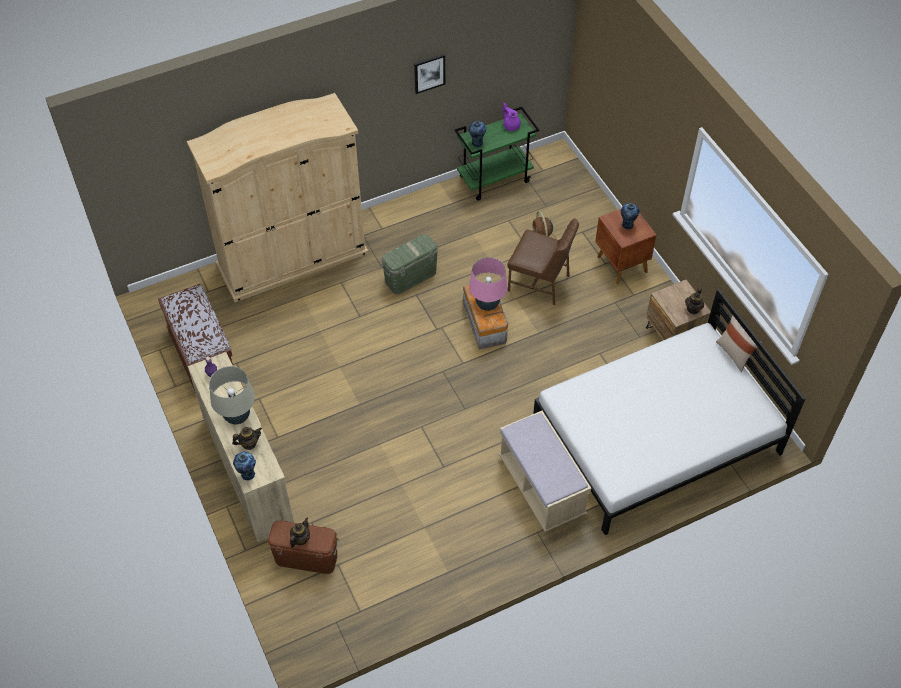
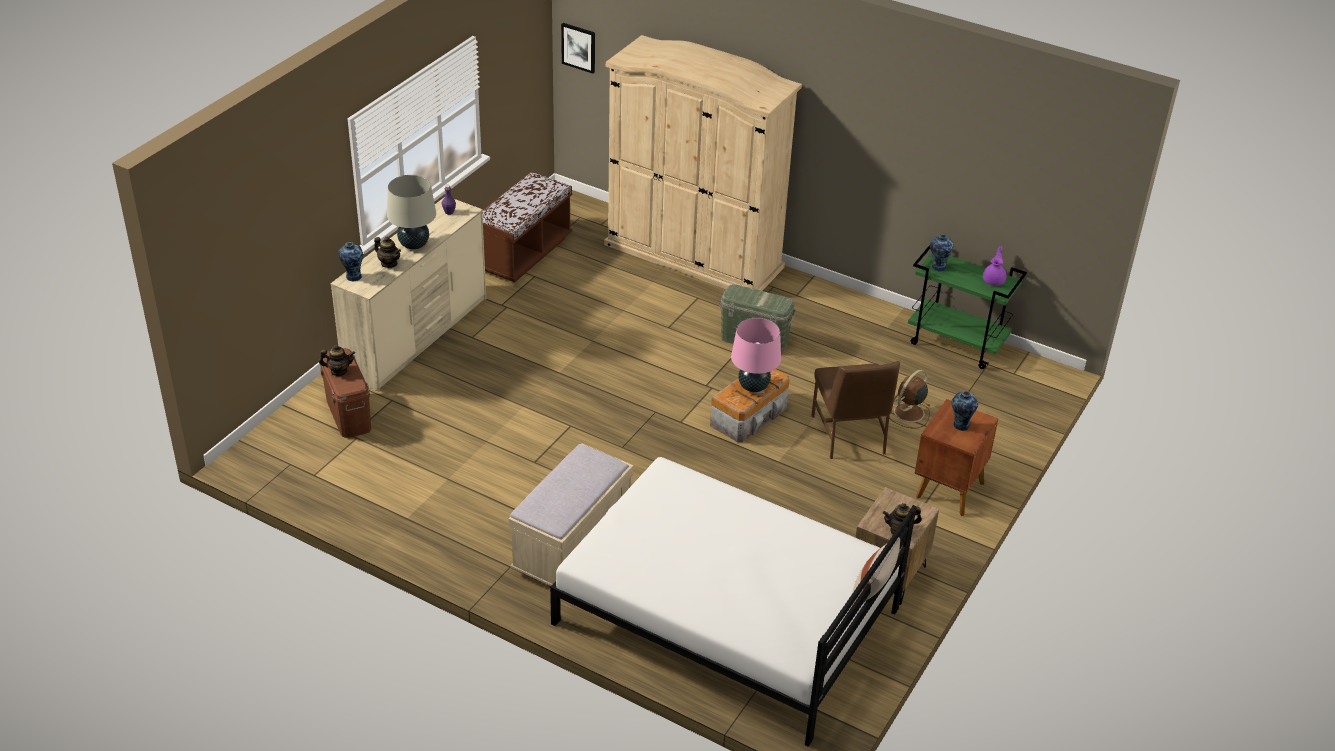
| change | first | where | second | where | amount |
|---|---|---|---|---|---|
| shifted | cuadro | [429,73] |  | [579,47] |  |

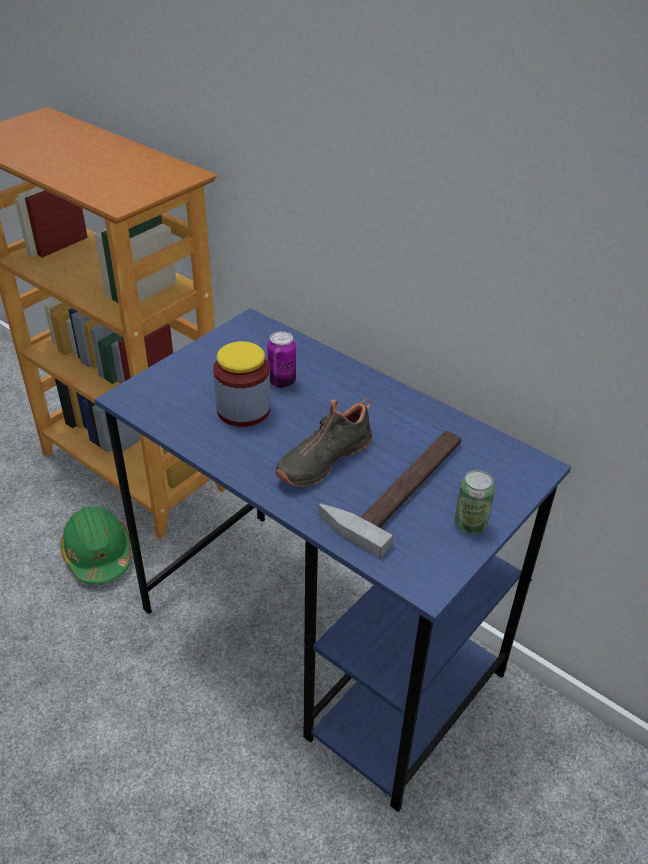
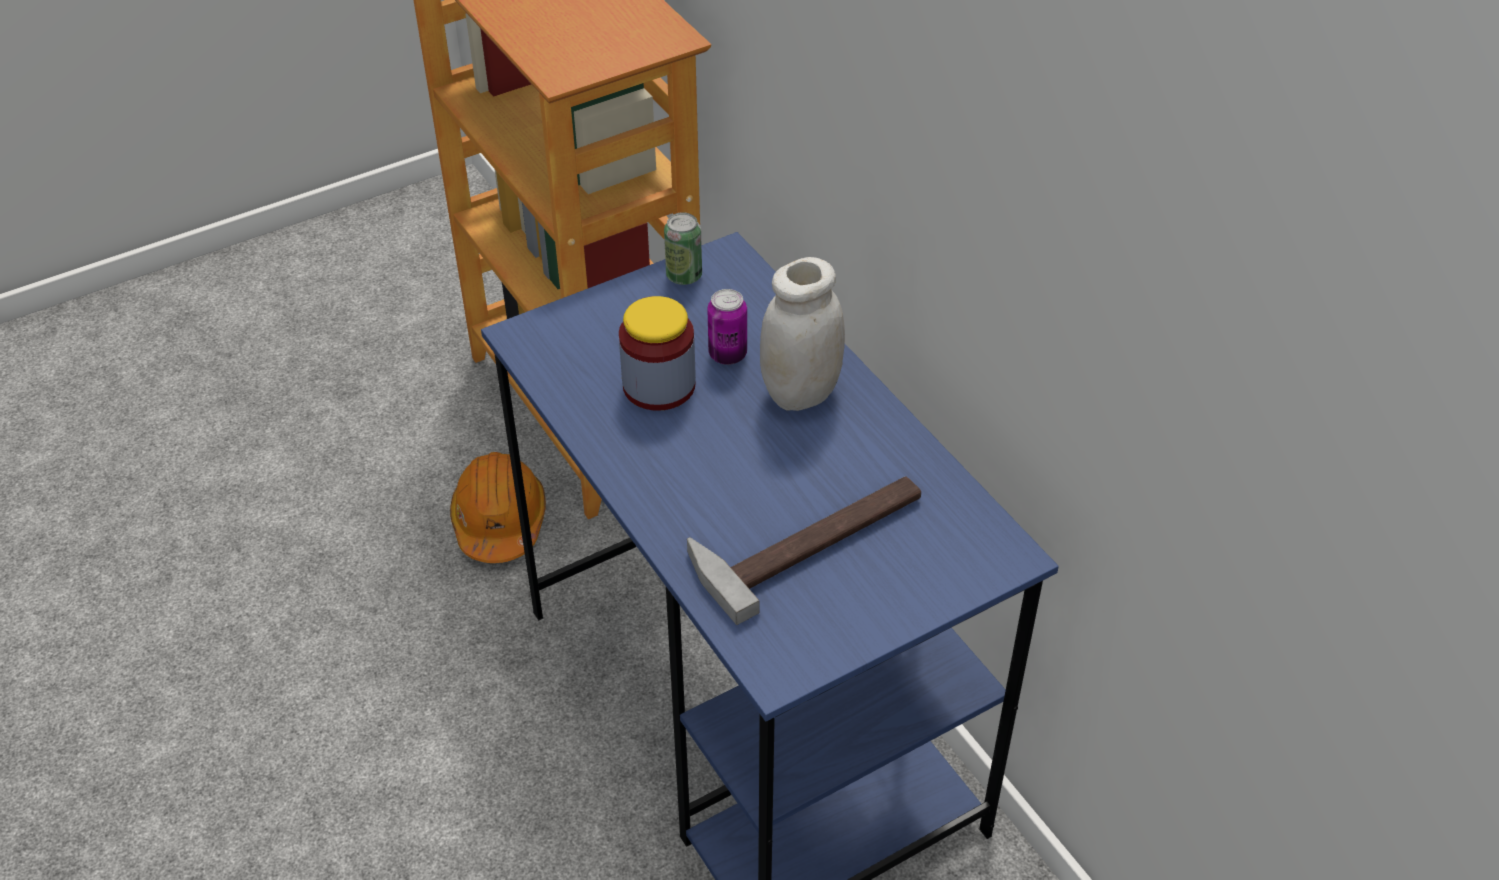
| change | first | where | second | where | amount |
|---|---|---|---|---|---|
| repainted | casco [verde] | [98,554] | casco [naranja] | [499,521] |  |
| gone | zapato [negro] | [322,458] |  |  |  |
| shifted | lata | [470,524] |  | [684,276] |  |
| new |  |  | tarro [blanco] | [801,393] |  |

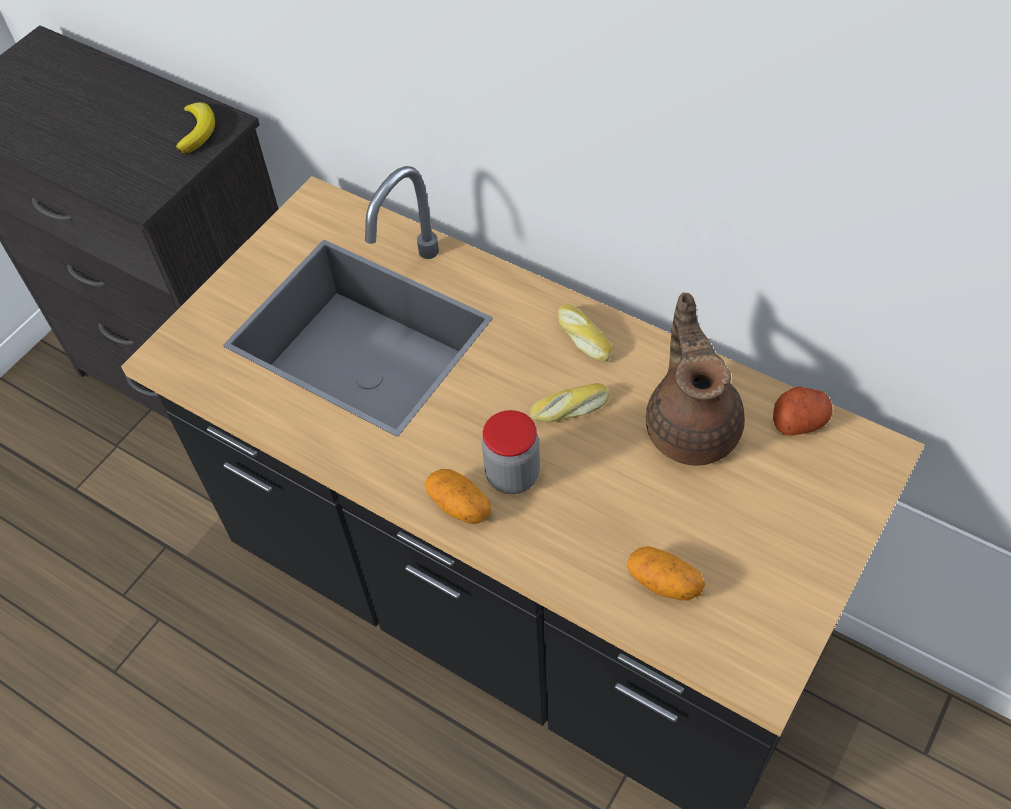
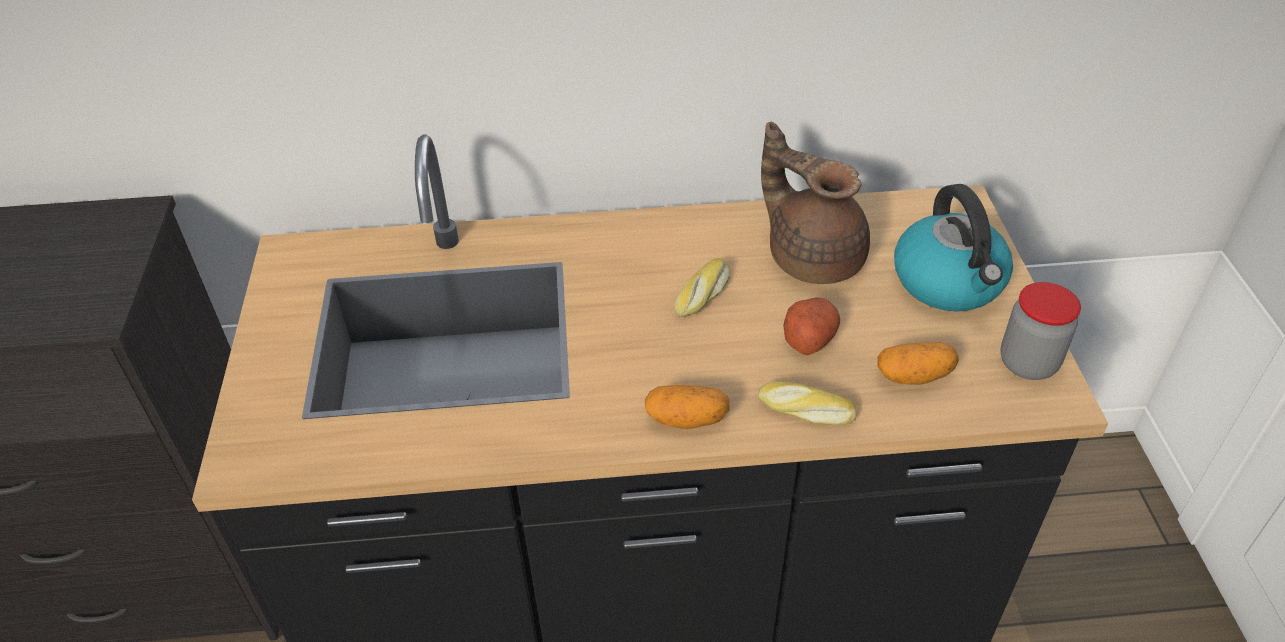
| change | first | where | second | where | amount |
|---|---|---|---|---|---|
| gone | plátano | [197,130] |  |  |  |
| shifted | tarro | [512,475] |  | [1028,363] |  |
| shifted | pan | [582,338] |  | [805,412] |  |
| shifted | patata | [799,420] |  | [809,337] |  |
| new |  |  | hervidor | [949,282] |  |

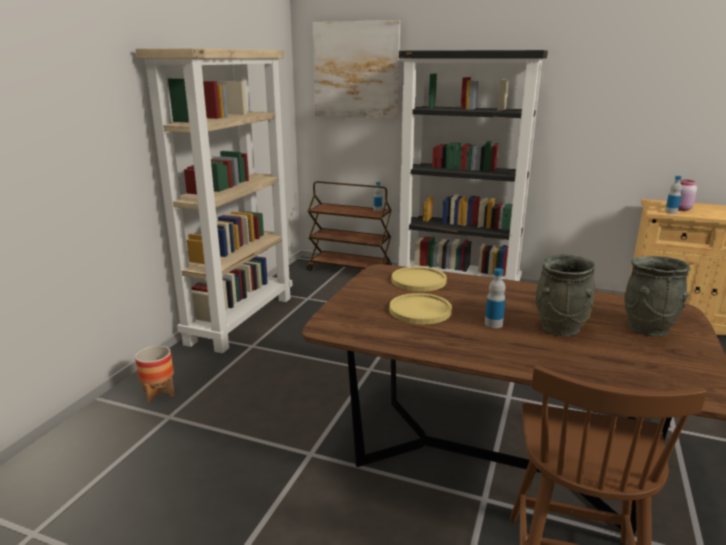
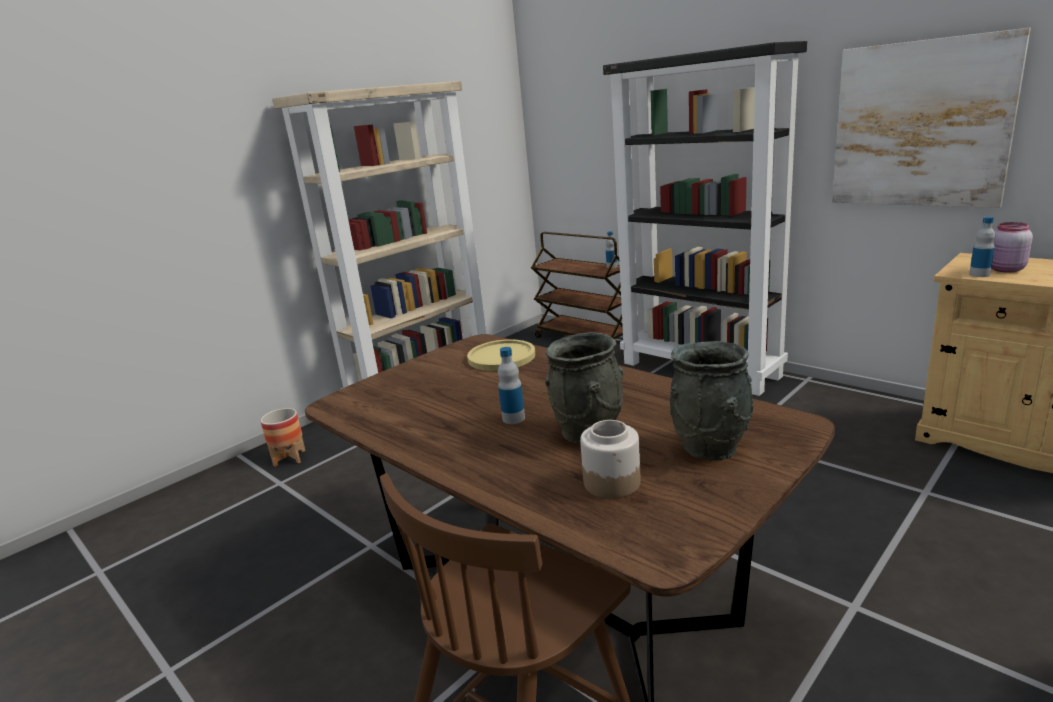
| change | first | where | second | where | amount |
|---|---|---|---|---|---|
| shifted | cuadro | [356,70] |  | [920,125] |  |
| gone | plato [amarillo] | [420,310] |  |  |  |
| new |  |  | tarro | [612,482] |  |

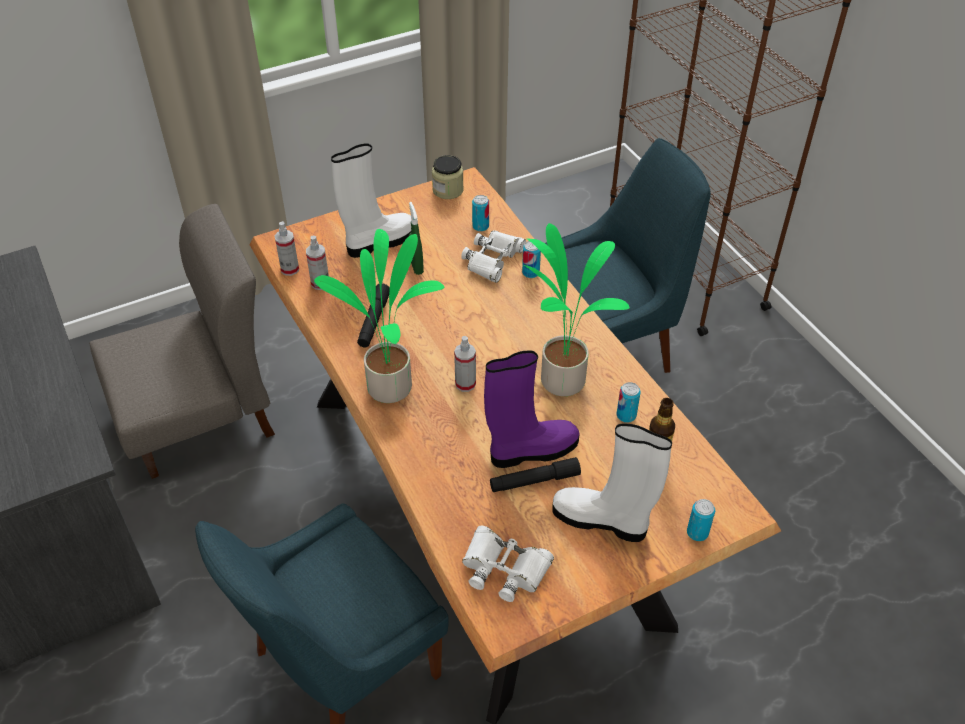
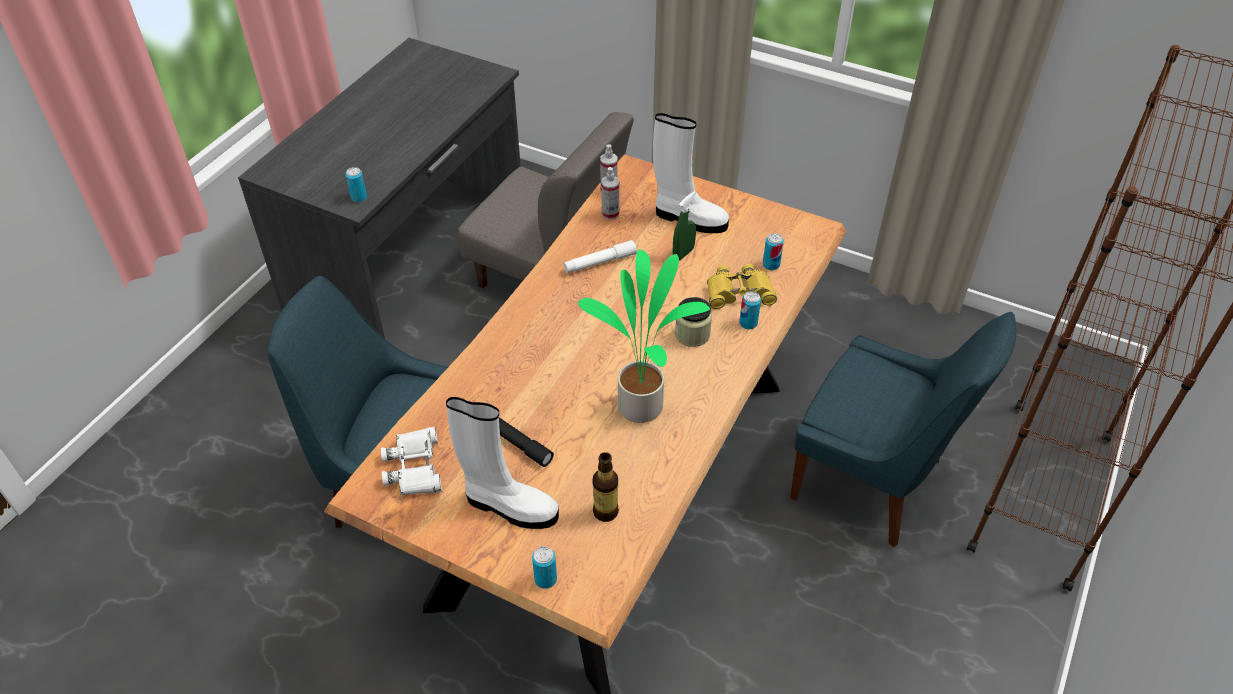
| change | first | where | second | where | amount |
|---|---|---|---|---|---|
| gone | planta en maceta | [392,386] |  |  |  |
| repainted | linterna [negro] | [374,321] | linterna [blanco] | [600,262] |  |
| shifted | tarro | [448,190] |  | [692,334] |  |
| gone | pulverizador | [465,384] |  |  |  |
| repainted | prismáticos [blanco] | [493,259] | prismáticos [amarillo] | [739,292] |  |
| gone | bota [morado] | [531,450] |  |  |  |
| rotated | bota [blanco] | [602,520] |  | [509,506] | 120 degrees clockwise |
| shifted | lata | [626,415] |  | [359,197] |  |

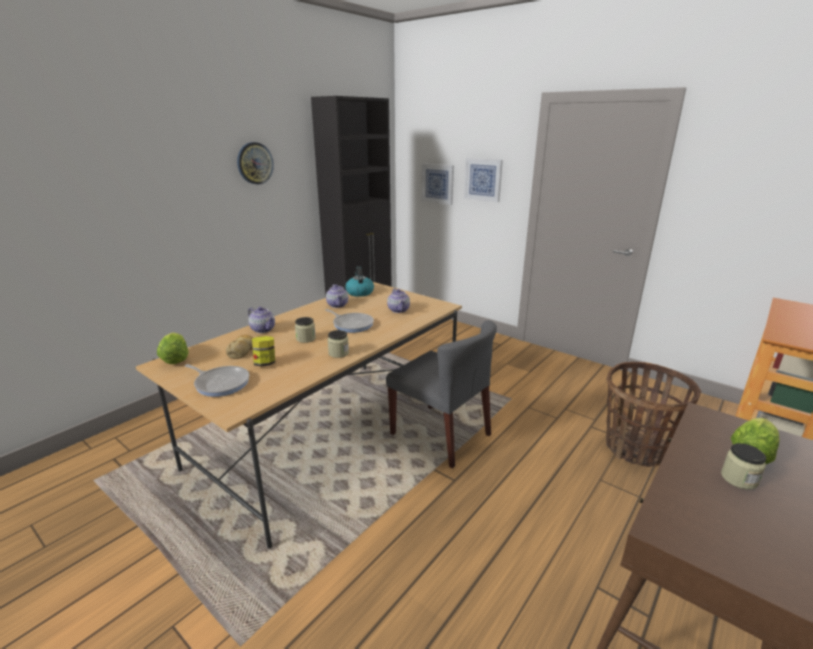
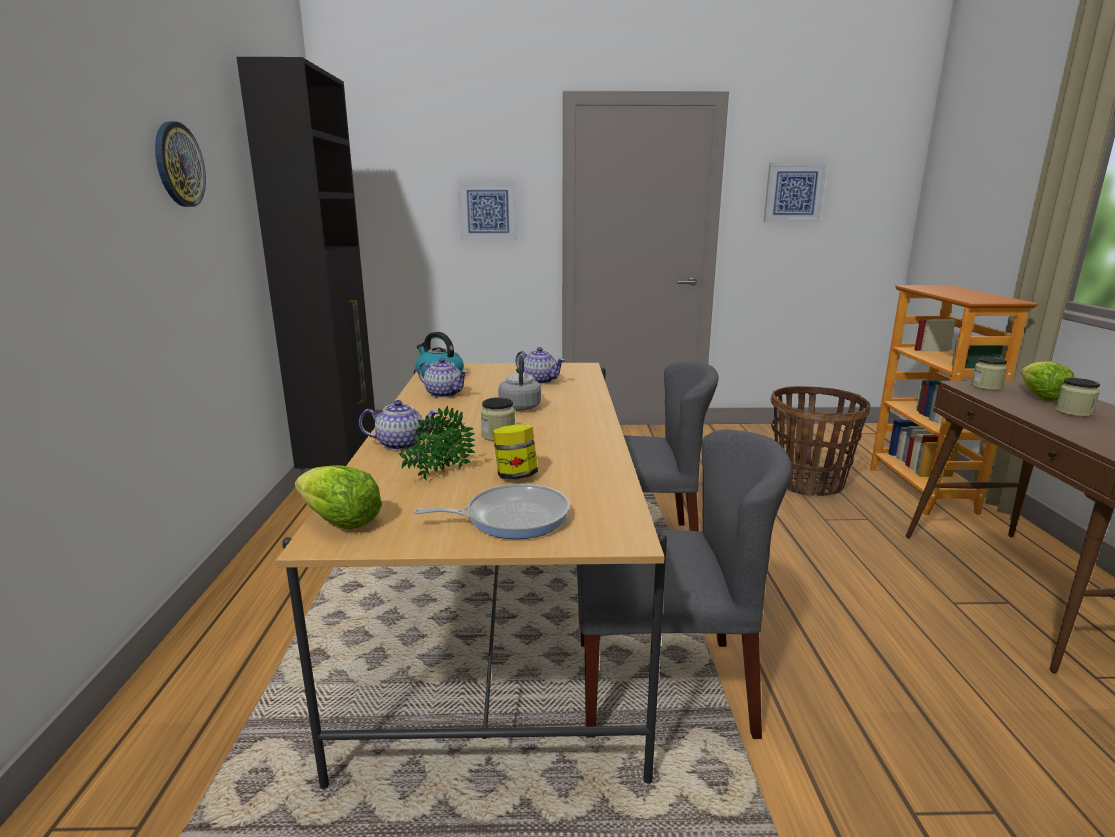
| change | first | where | second | where | amount |
|---|---|---|---|---|---|
| swapped | pan | [242,351] | planta en maceta | [438,475] |  |
| swapped | sartén | [352,324] | hervidor [gris] | [520,407] |  |
| shifted | tarro | [338,353] |  | [986,387] |  |
| shifted | cuadro | [437,183] |  | [794,193] |  |
| new |  |  | silla [gris] | [663,685] |  |

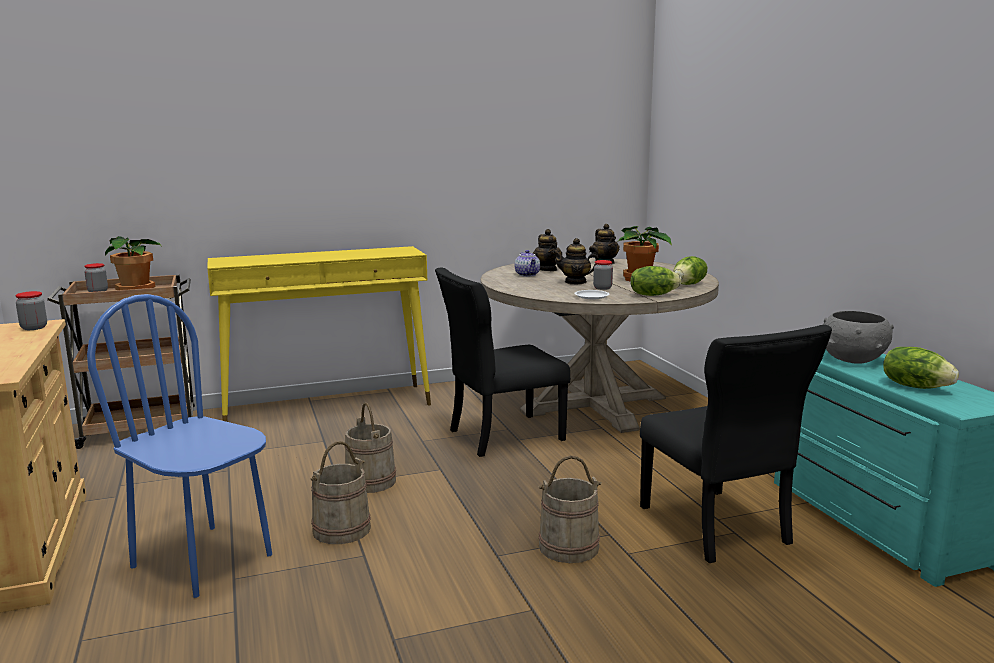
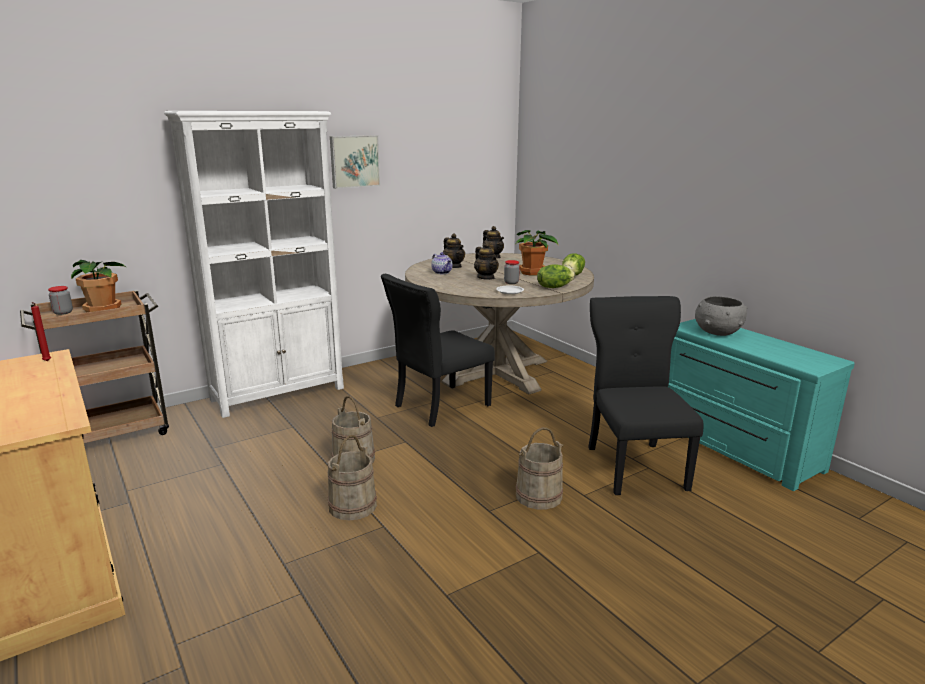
| change | first | where | second | where | amount |
|---|---|---|---|---|---|
| swapped | tarro | [34,328] | vela [rojo] | [47,361] |  |
| gone | silla [azul] | [203,560] |  |  |  |
| swapped | mesa consola [amarillo] | [328,406] | estantería [blanco] | [279,393] |  |
| rotated | tetera | [576,282] |  | [486,278] | 105 degrees counterclockwise |
| rotated | silla [negro] | [716,528] |  | [635,465] | 150 degrees counterclockwise |
| gone | lechuga | [915,386] |  |  |  |
| new |  |  | cuadro | [354,161] |  |

